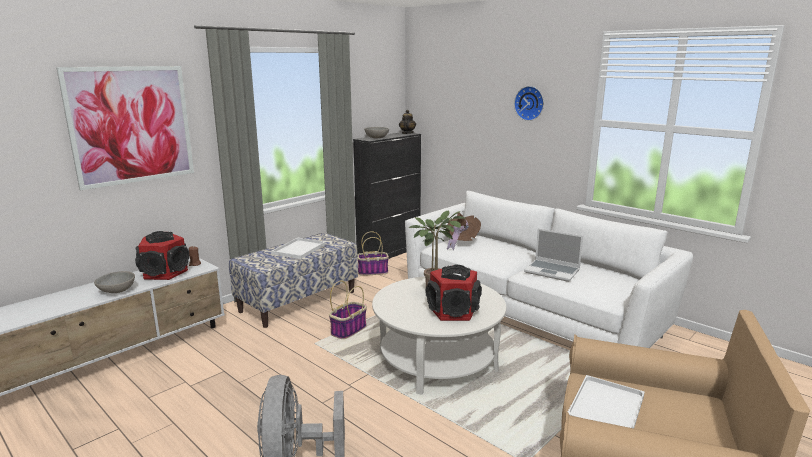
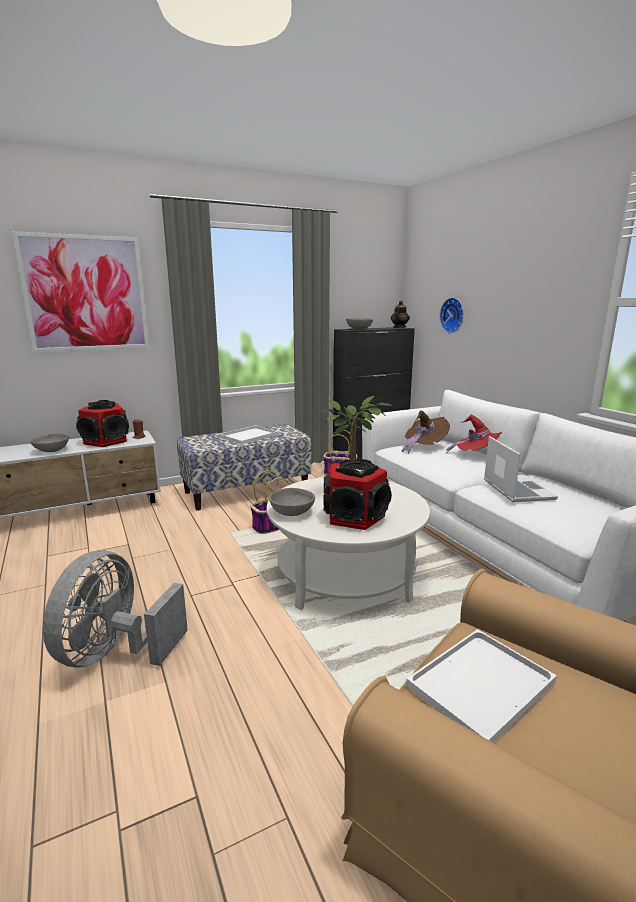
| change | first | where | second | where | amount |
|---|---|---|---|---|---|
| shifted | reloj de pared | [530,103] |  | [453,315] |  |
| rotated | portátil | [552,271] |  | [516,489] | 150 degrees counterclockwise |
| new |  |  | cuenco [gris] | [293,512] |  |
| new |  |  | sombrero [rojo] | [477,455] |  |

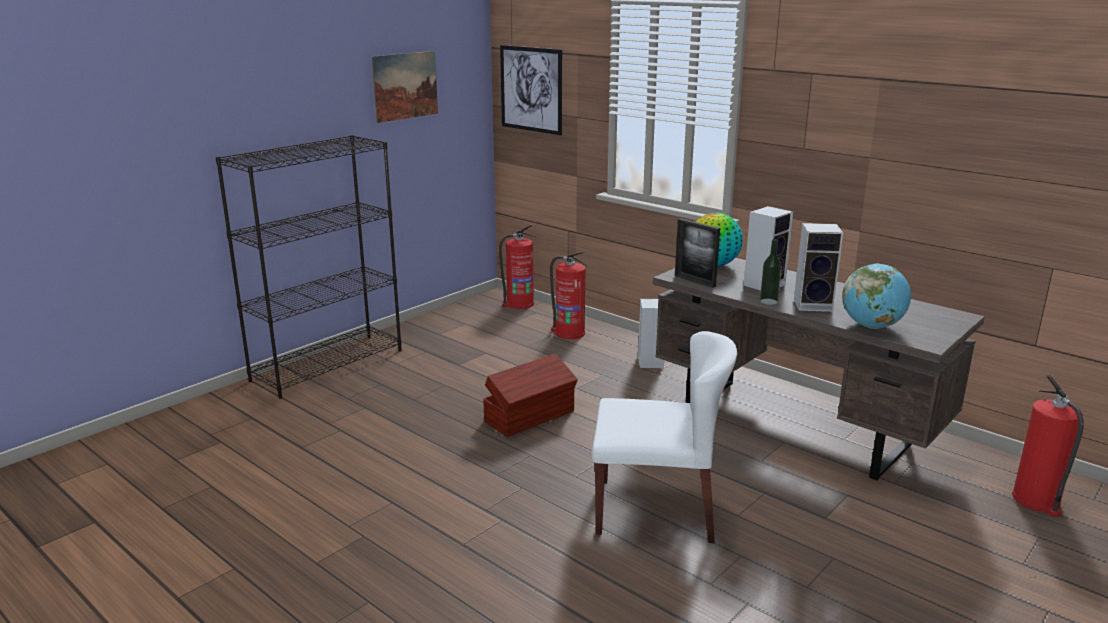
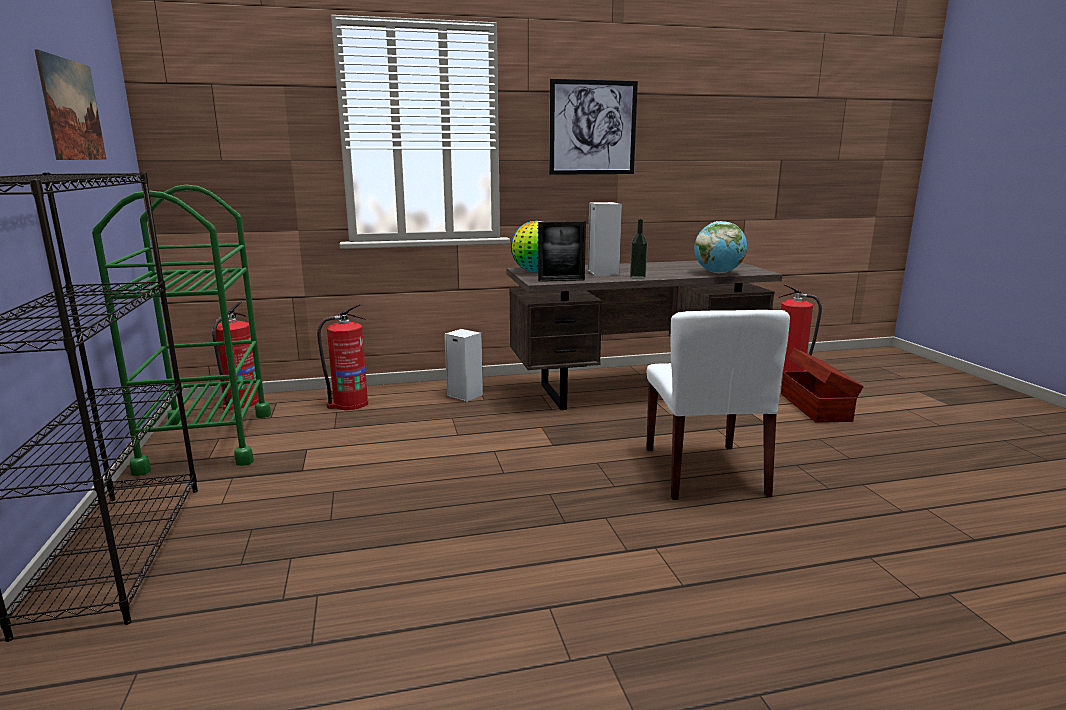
| change | first | where | second | where | amount |
|---|---|---|---|---|---|
| shifted | caja de almacenaje [marrón] | [531,416] |  | [816,407] |  |
| shifted | cuadro | [531,89] |  | [593,128] |  |
| rotated | silla [blanco] | [656,510] |  | [704,471] | 135 degrees clockwise |
| gone | altavoz | [814,305] |  |  |  |
| new |  |  | carrito [verde] | [207,441] |  |

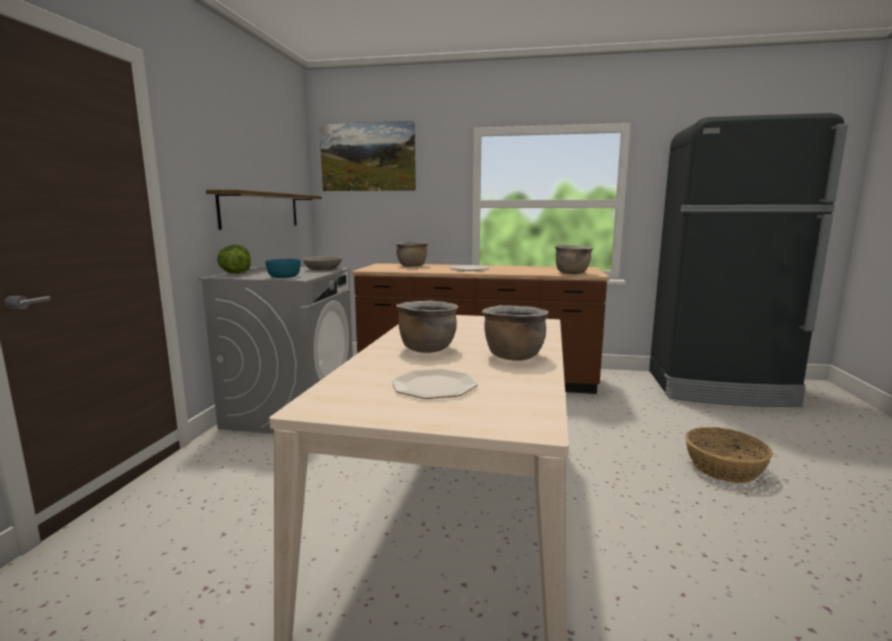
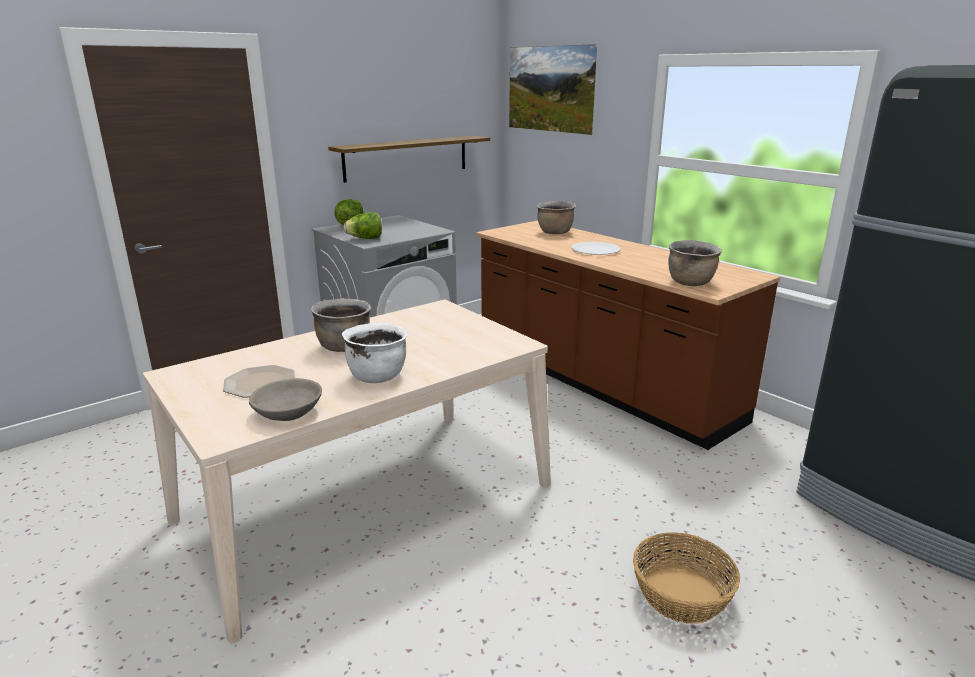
| change | first | where | second | where | amount |
|---|---|---|---|---|---|
| swapped | cuenco [turquesa] | [284,277] | lechuga | [365,239] |  |
| shifted | cuenco [gris] | [323,269] |  | [288,412] |  |
| repainted | olla [marrón] | [513,356] | olla [blanco] | [377,376] |  |

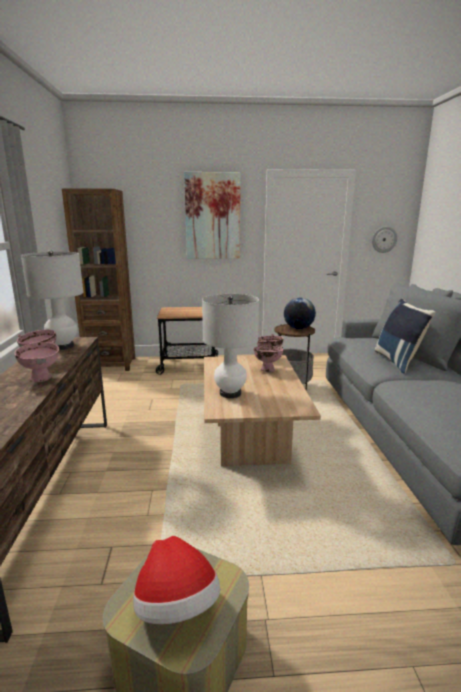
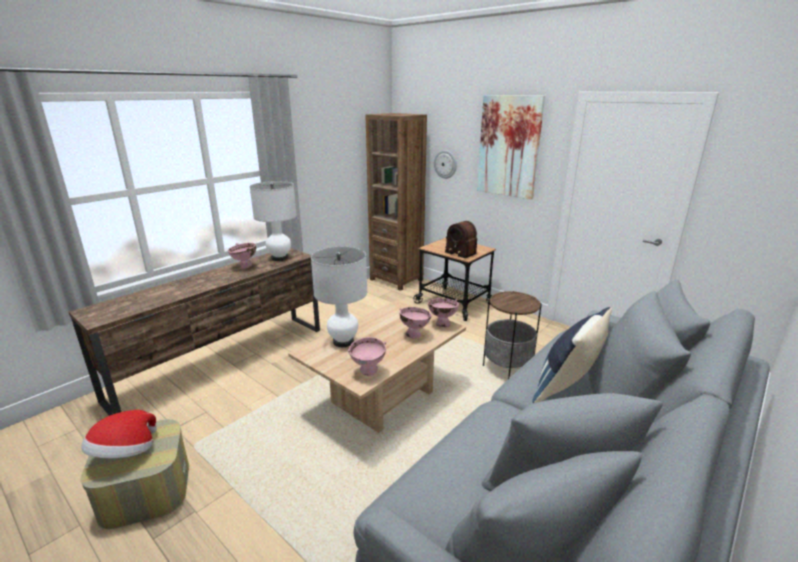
| change | first | where | second | where | amount |
|---|---|---|---|---|---|
| shifted | cuenco [rosa] | [42,379] |  | [368,372] |  |
| gone | globo terráqueo | [298,328] |  |  |  |
| shifted | reloj de pared | [384,239] |  | [445,164] |  |
| new |  |  | radio | [461,251] |  |

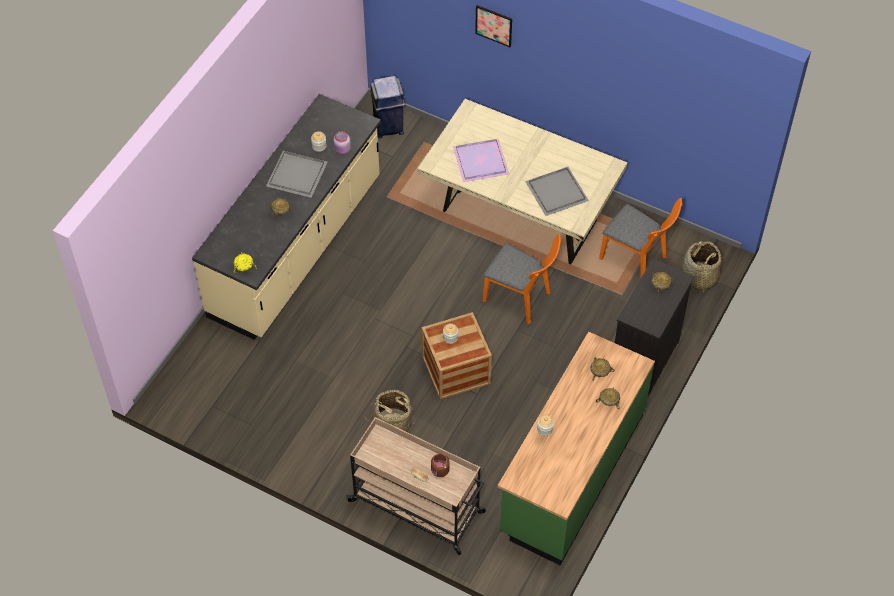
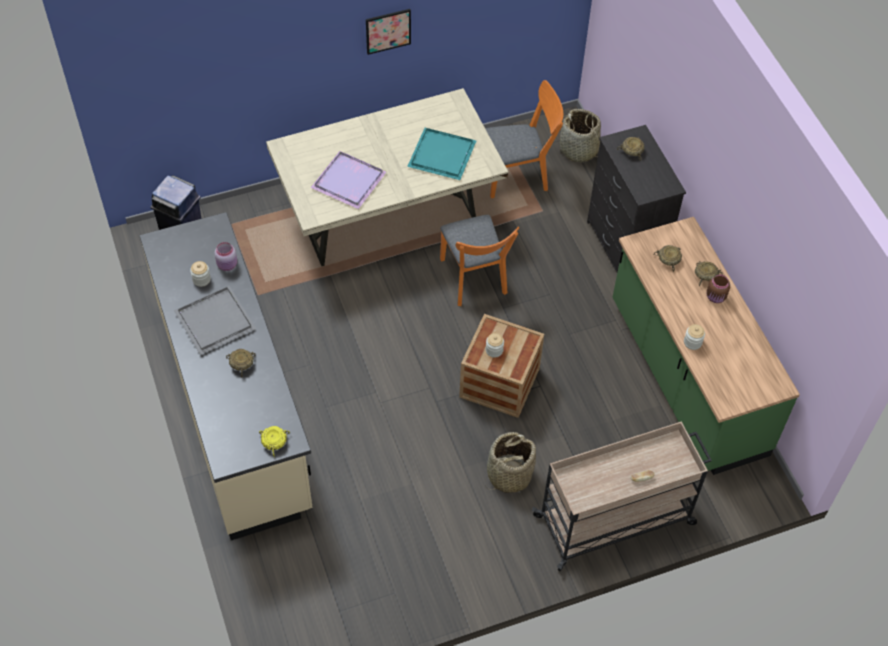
| change | first | where | second | where | amount |
|---|---|---|---|---|---|
| shifted | tarro [marrón] | [440,471] |  | [716,297] |  |
| shifted | cuadro | [494,25] |  | [388,31] |  |
| rotated | silla [naranja] | [521,299] |  | [474,281] | 90 degrees clockwise |
| repainted | bandeja [gris] | [556,193] | bandeja [turquesa] | [442,156] |  |

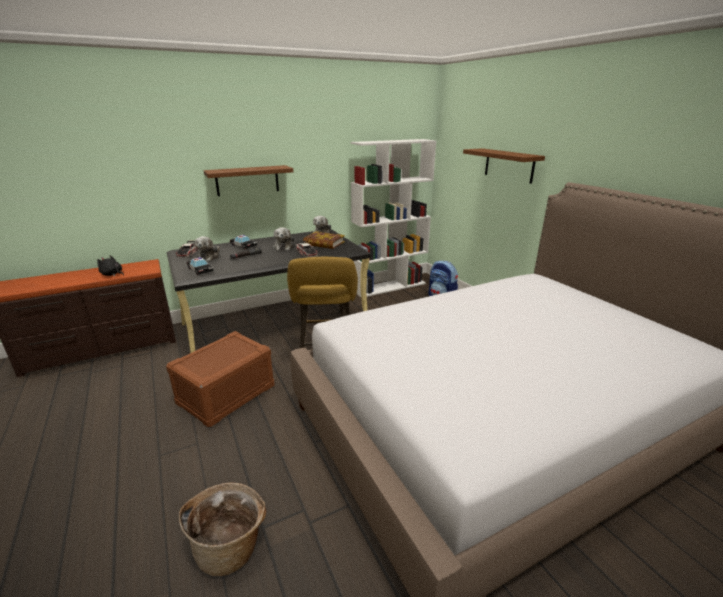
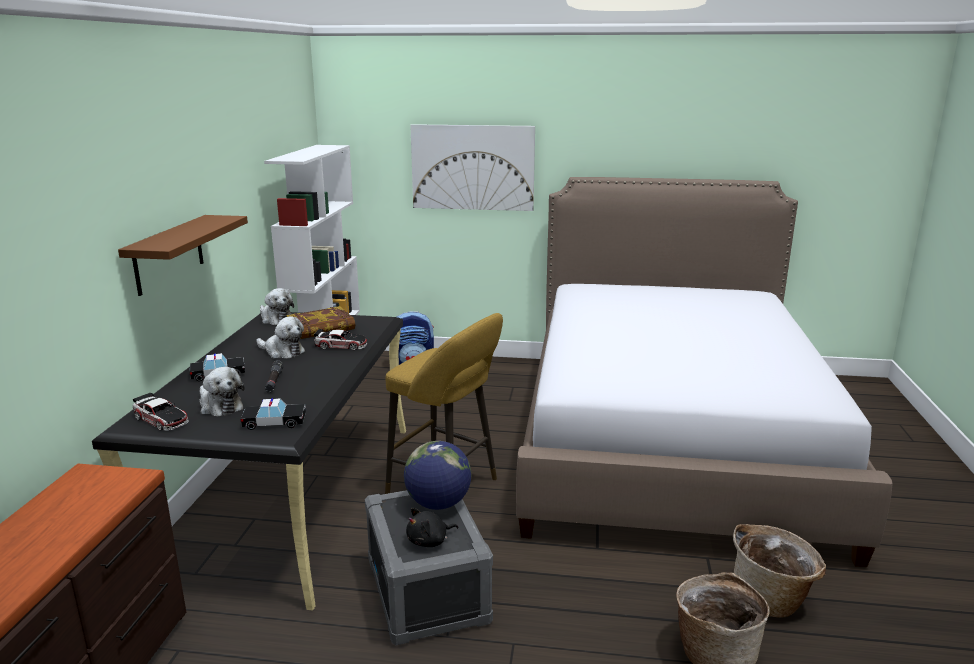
| change | first | where | second | where | amount |
|---|---|---|---|---|---|
| shifted | peluche [negro] | [112,274] |  | [429,541] |  |
| repainted | caja de almacenaje [marrón] | [226,395] | caja de almacenaje [gris] | [428,591] |  |
| swapped | estante [marrón] | [509,165] | cuadro | [473,167] |  |
| new |  |  | globo terráqueo | [438,504] |  |
| new |  |  | cesta | [771,599] |  |

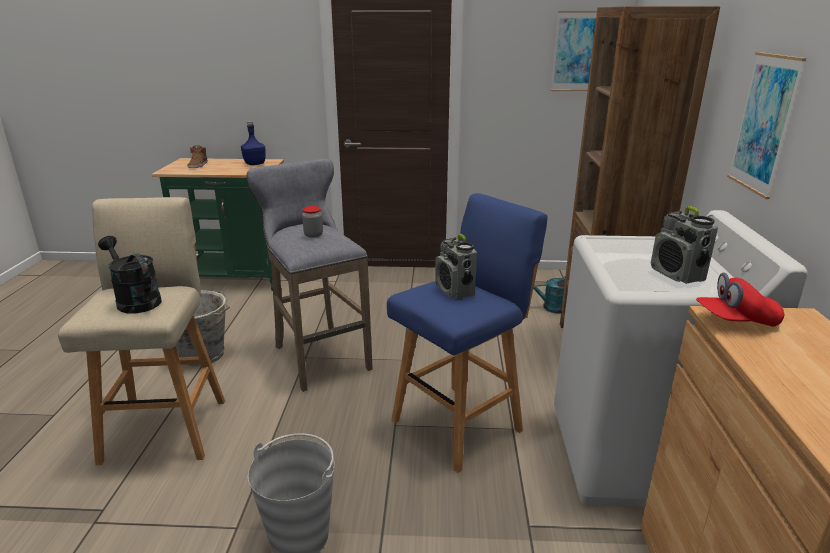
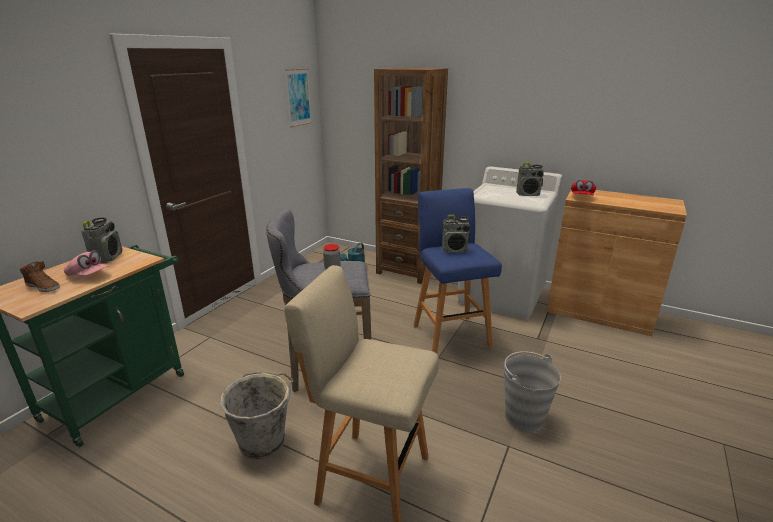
| change | first | where | second | where | amount |
|---|---|---|---|---|---|
| gone | regadera [negro] | [135,300] |  |  |  |
| swapped | botella [azul] | [255,164] | radio | [107,258] |  |
| gone | cuadro | [763,124] |  |  |  |
| new |  |  | gorra [rosa] | [89,275] |  |

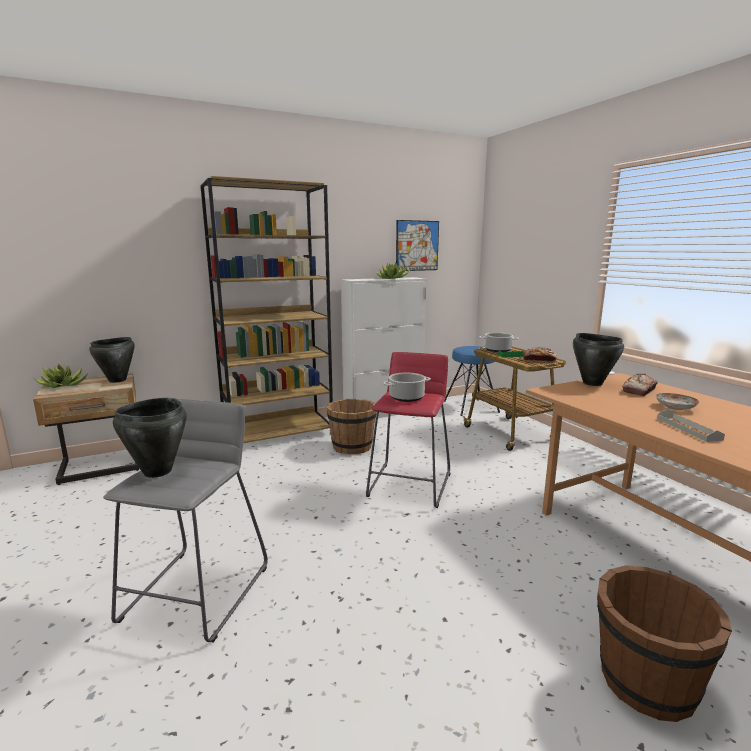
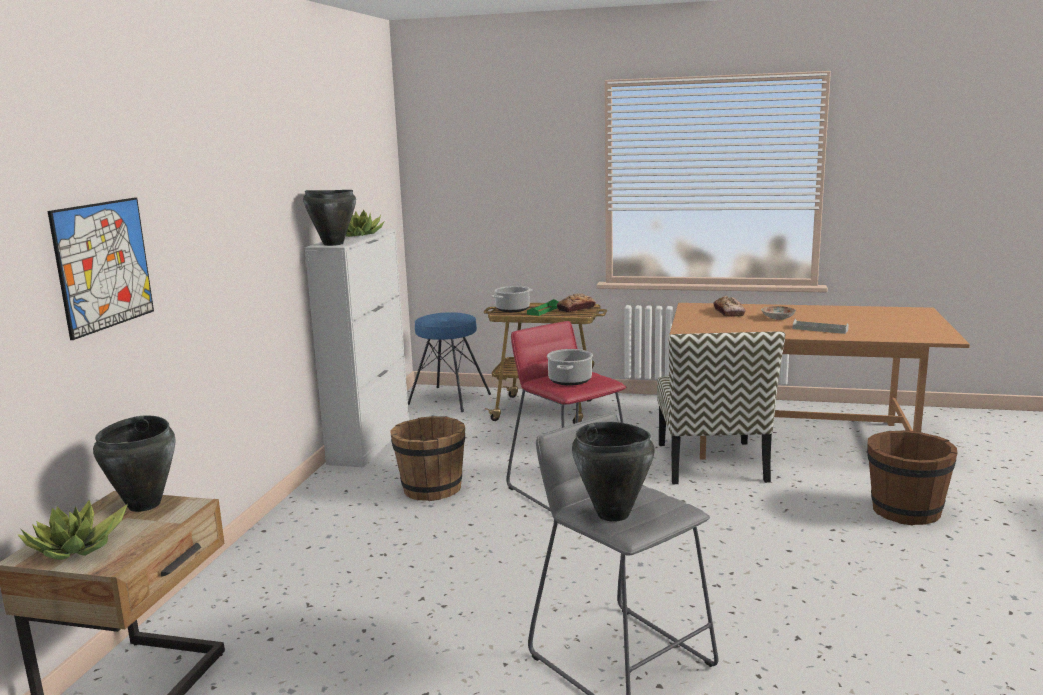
| change | first | where | second | where | amount |
|---|---|---|---|---|---|
| gone | estantería [marrón] | [279,434] |  |  |  |
| shifted | cuadro | [417,245] |  | [103,265] |  |
| shifted | olla [negro] | [592,383] |  | [333,244] |  |
| new |  |  | silla | [712,463] |  |

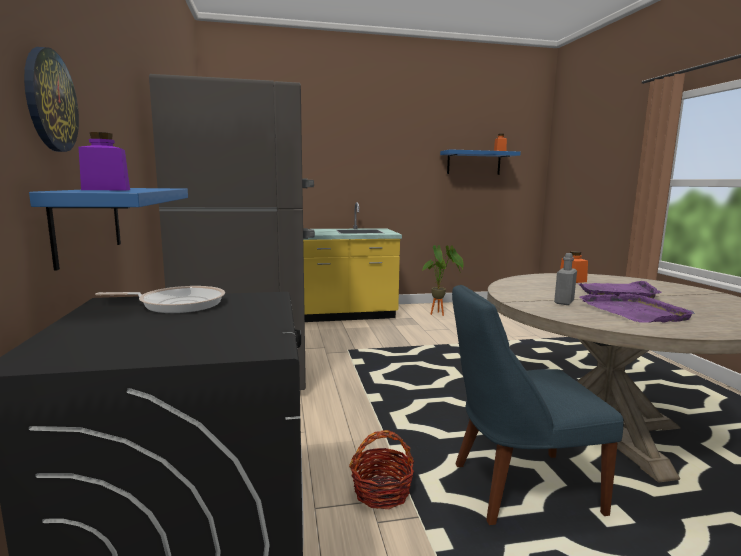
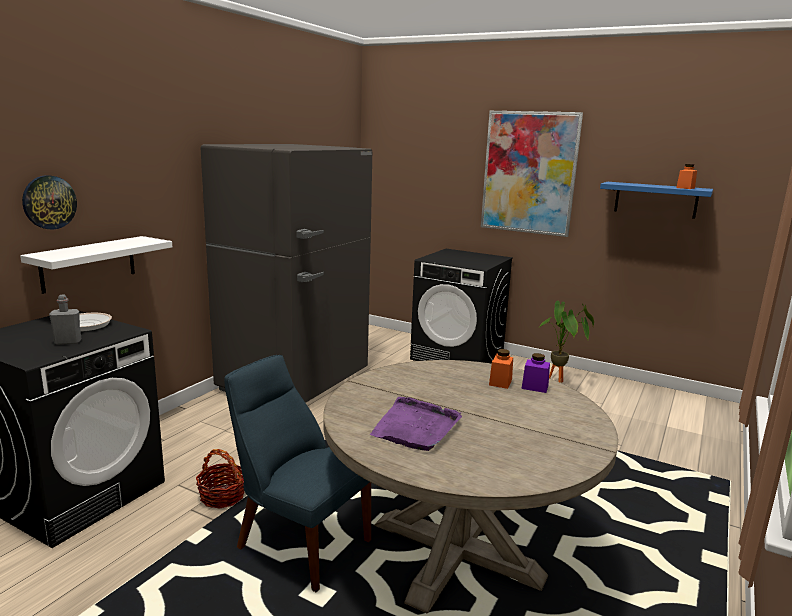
| change | first | where | second | where | amount |
|---|---|---|---|---|---|
| repainted | estante [azul] | [88,222] | estante [blanco] | [89,263] |  |
| shifted | tarro [morado] | [106,190] |  | [535,387] |  |
| swapped | mueble bajo de cocina [amarillo] | [345,315] | lavadora [negro] | [458,356] |  |
| shifted | botella [gris] | [564,302] |  | [68,342] |  |
| gone | bandeja [morado] | [617,292] |  |  |  |
| new |  |  | cuadro | [529,173] |  |

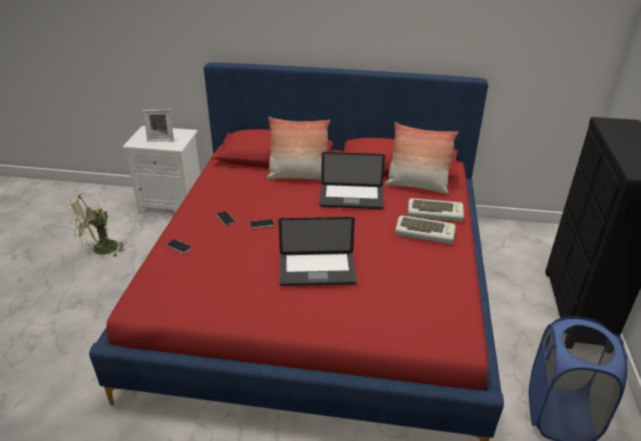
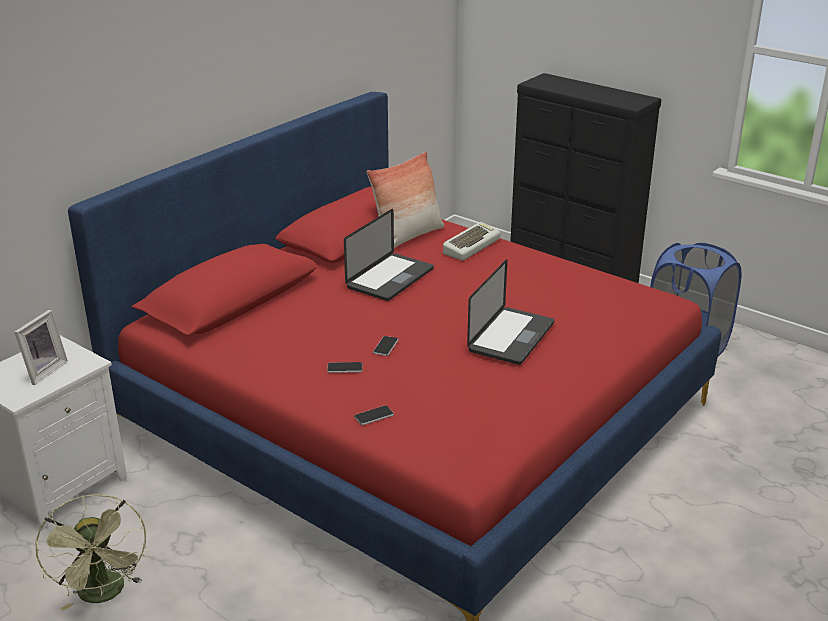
| change | first | where | second | where | amount |
|---|---|---|---|---|---|
| gone | cojín | [298,176] |  |  |  |
| gone | teclado | [425,233] |  |  |  |

